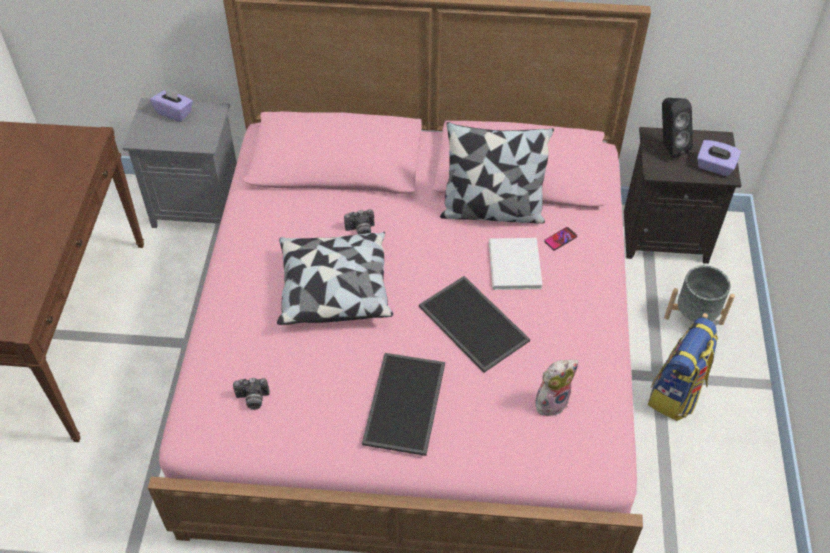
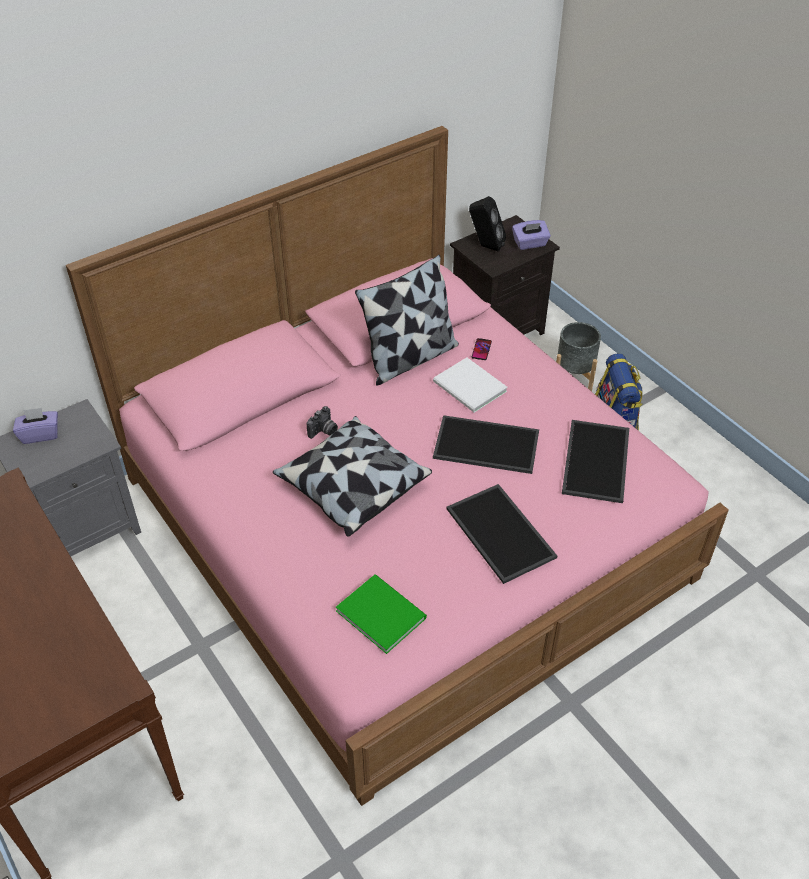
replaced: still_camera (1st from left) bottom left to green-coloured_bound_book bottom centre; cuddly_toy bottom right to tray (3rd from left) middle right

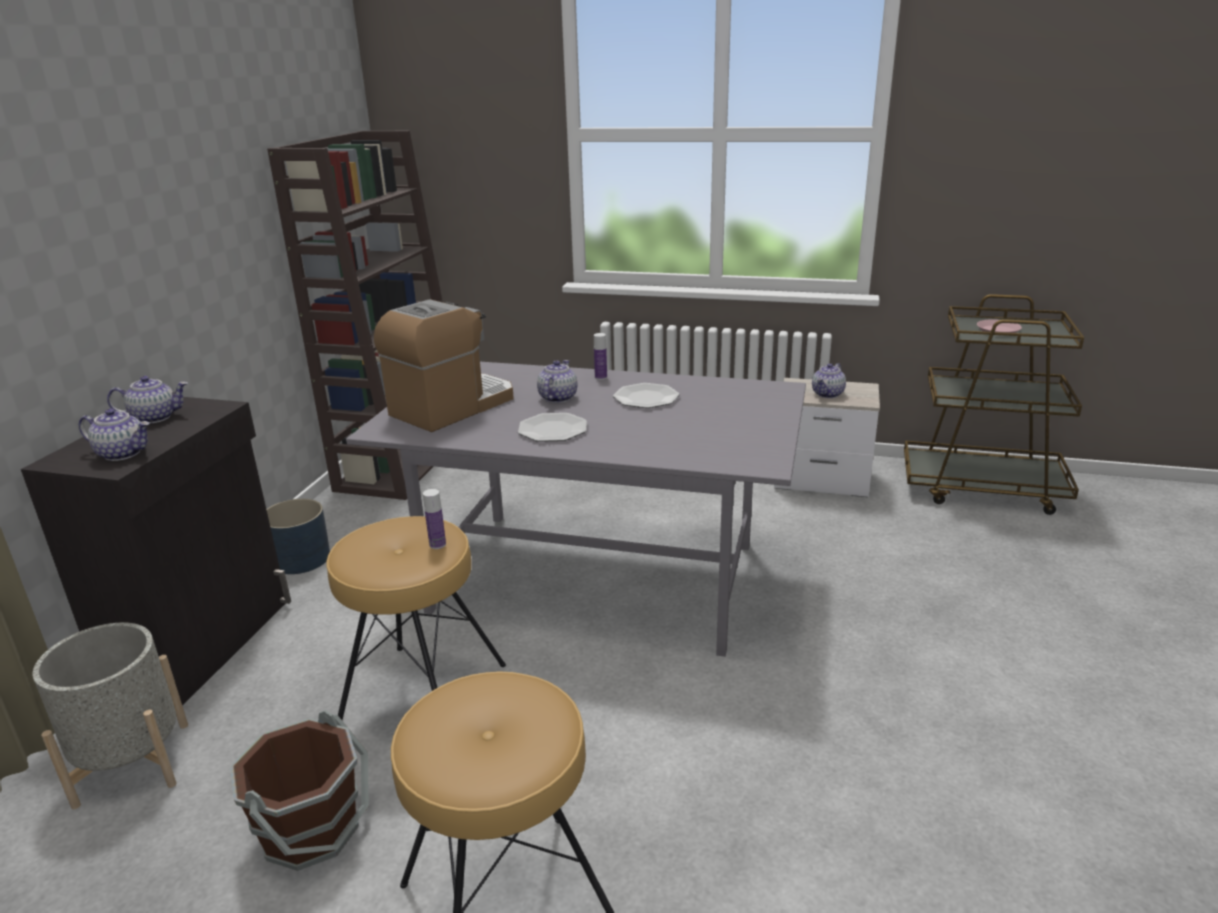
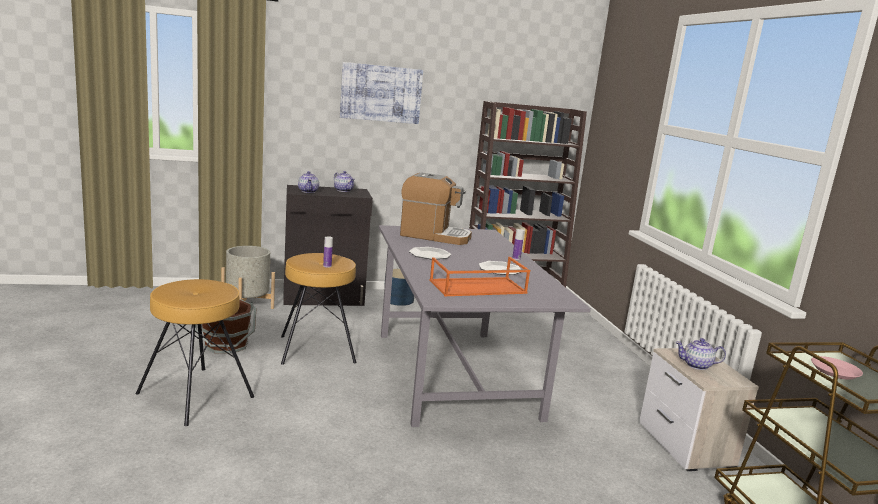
removed: pot_for_tea (3rd from left) centre
added: wall_art top centre; orange-coloured_tray centre

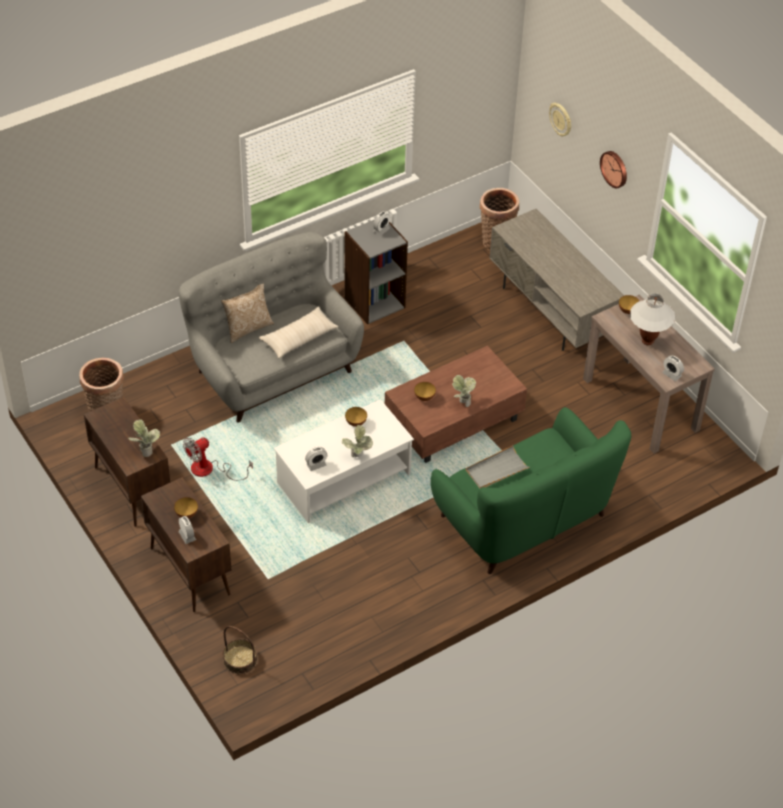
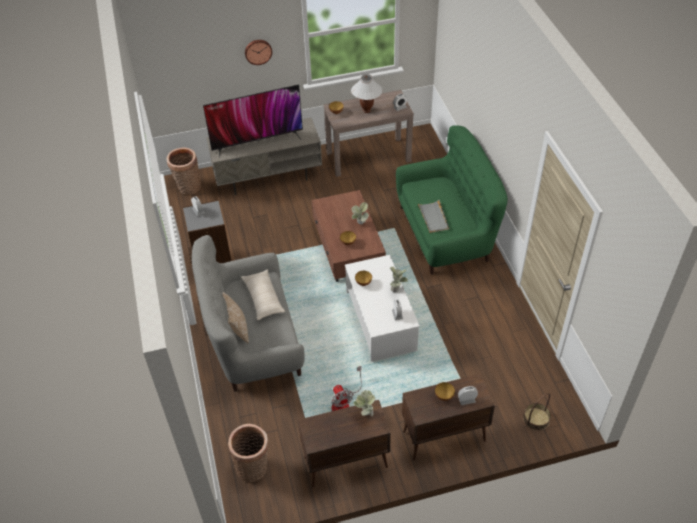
removed: clock_on_the_wall (1st from left) top right
added: television top centre

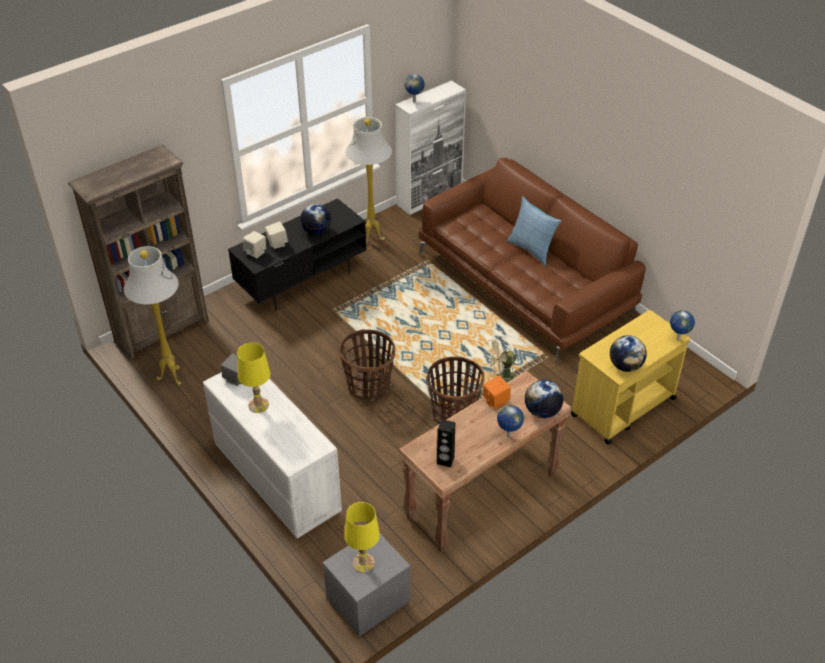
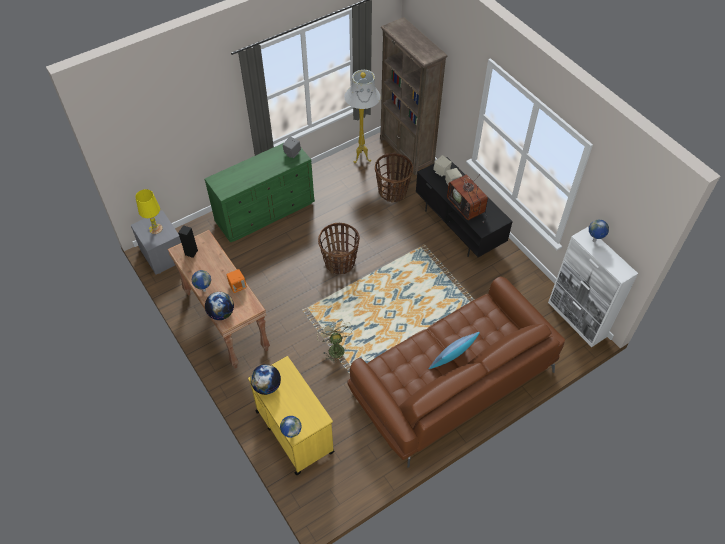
removed: yellow-coloured_lamp_for_a_table (1st from left) middle left; whitish_standing_lamp (2nd from left) top centre
moved: basket (2nd from left) centre to top centre
replaced: globe (1st from left) top centre to television centre
recoloured: whitish_dresser bottom left to green-coloured_dresser centre

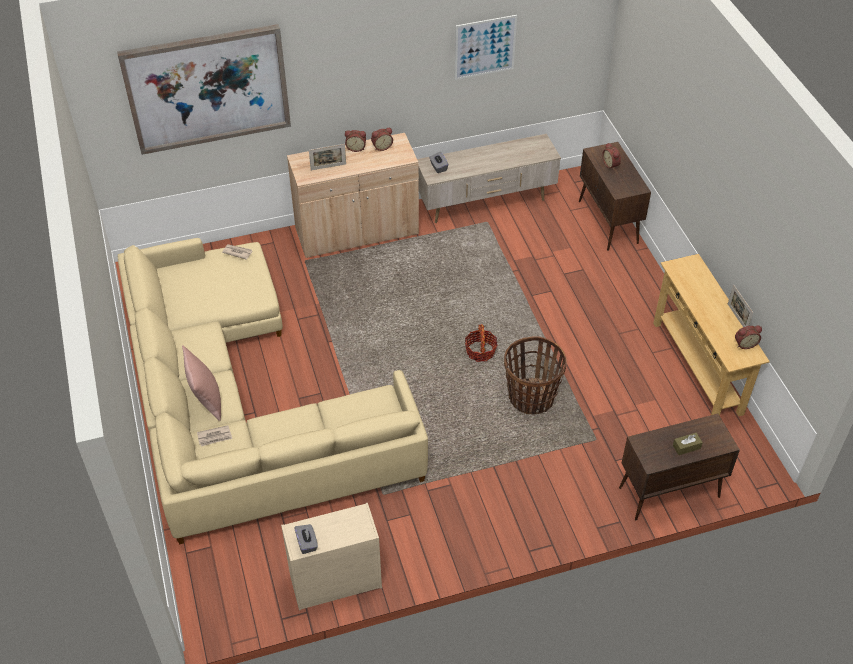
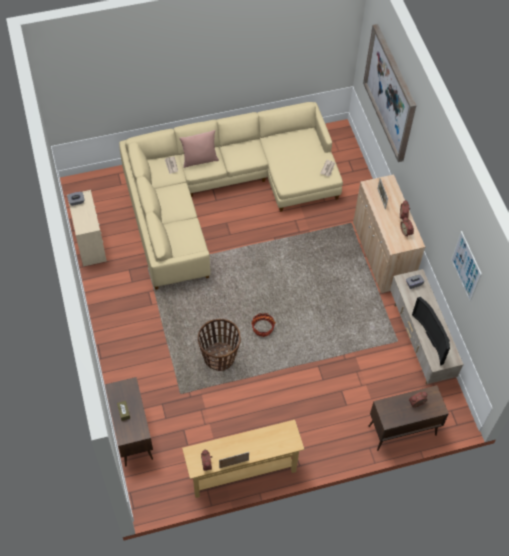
added: television middle right

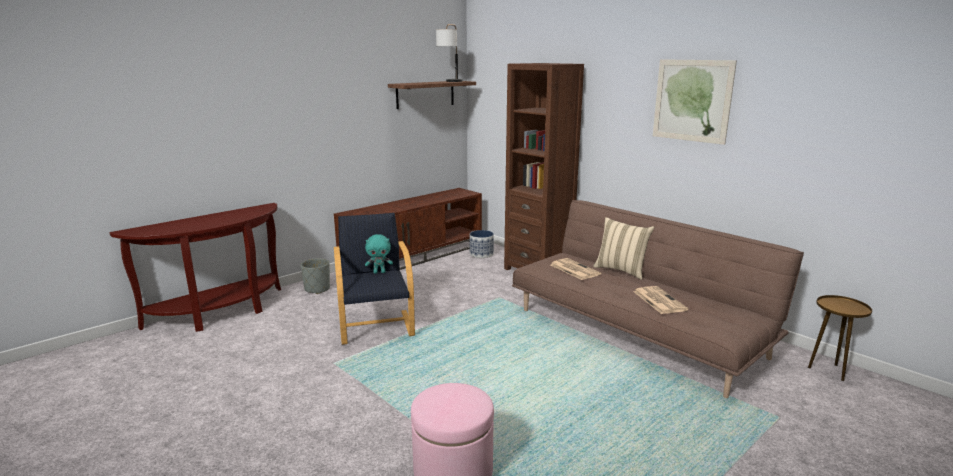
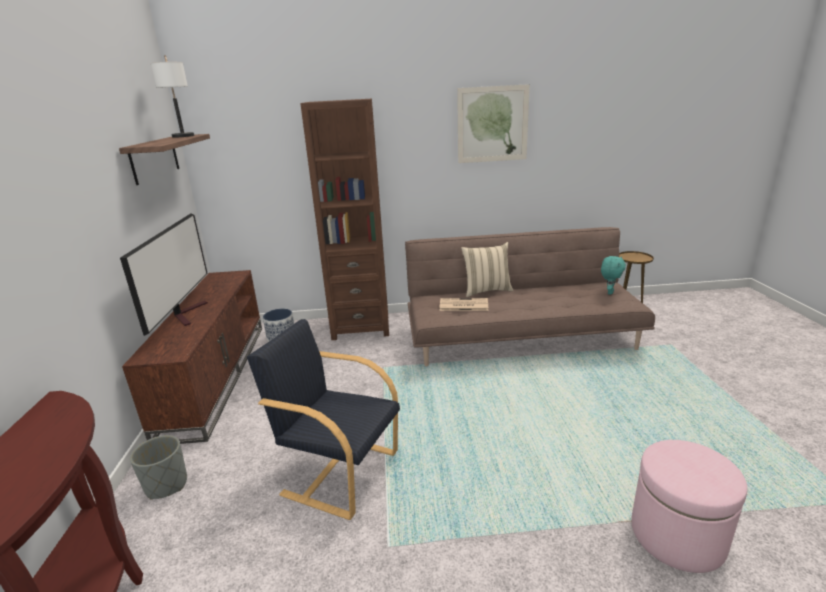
removed: daily_paper (2nd from left) middle right
added: television middle left
moved: turquoise_cuddly_toy centre to middle right

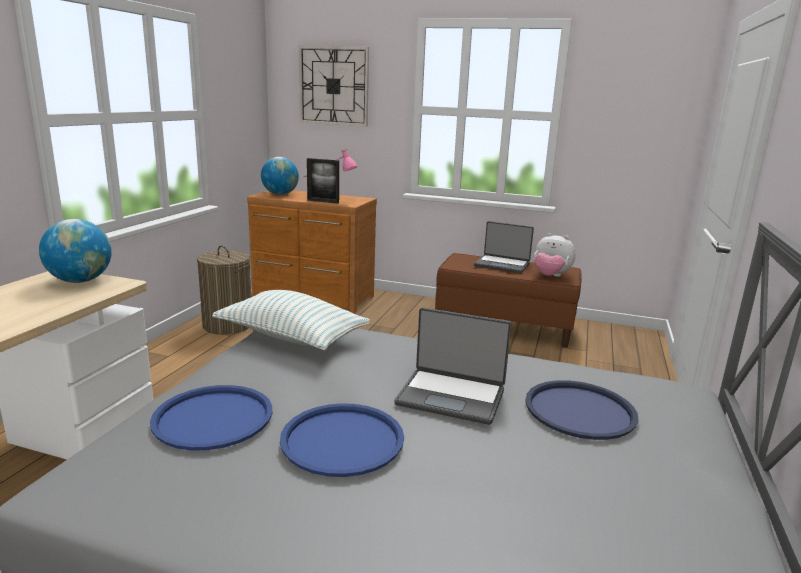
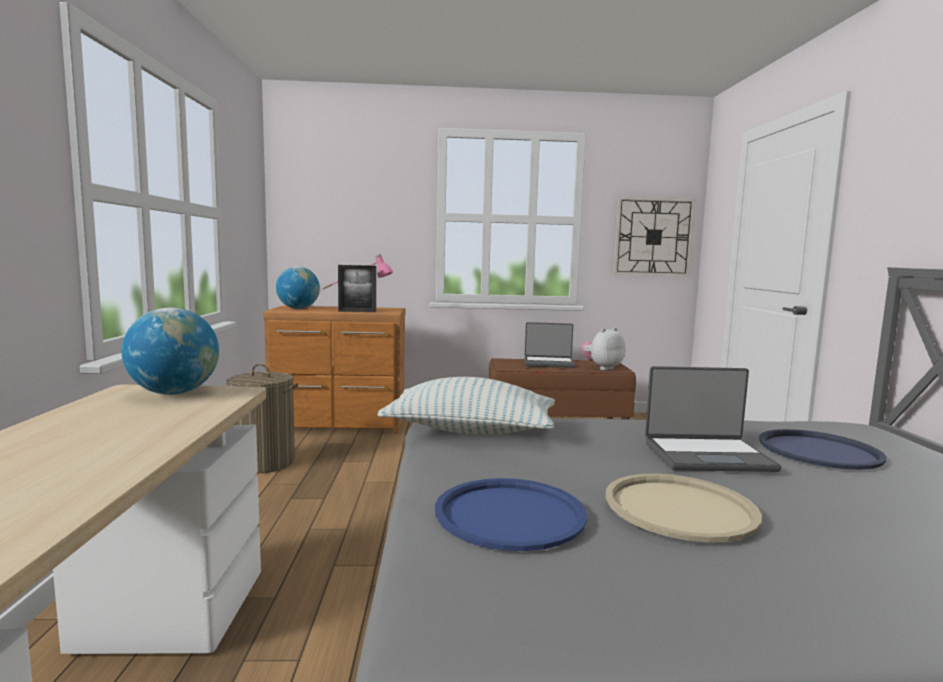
moved: clock_on_the_wall top centre to middle right
recoloured: blue_tray (2nd from left) bottom centre to beige_tray bottom right
turned: cuddly_toy middle right = centre 135 degrees clockwise

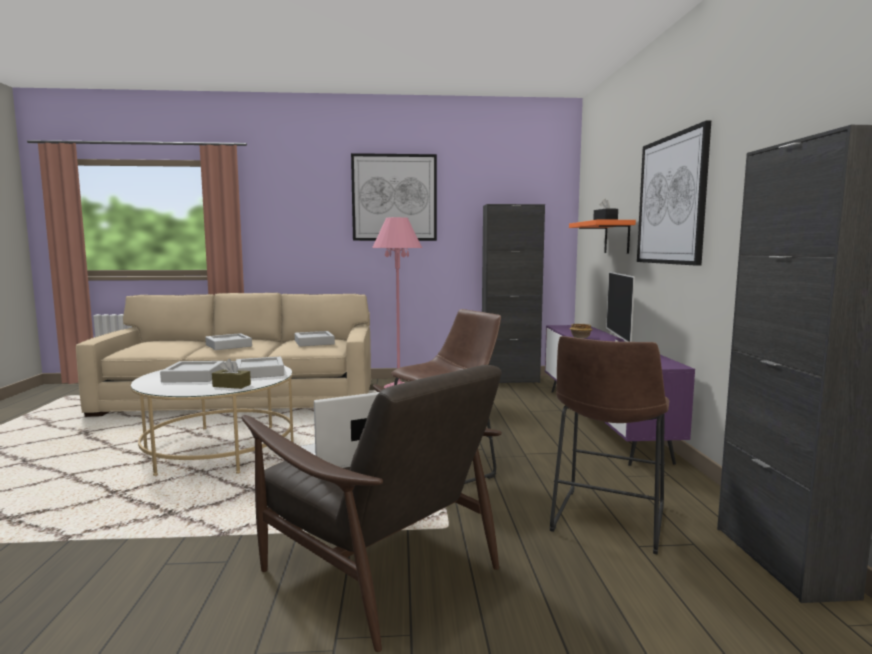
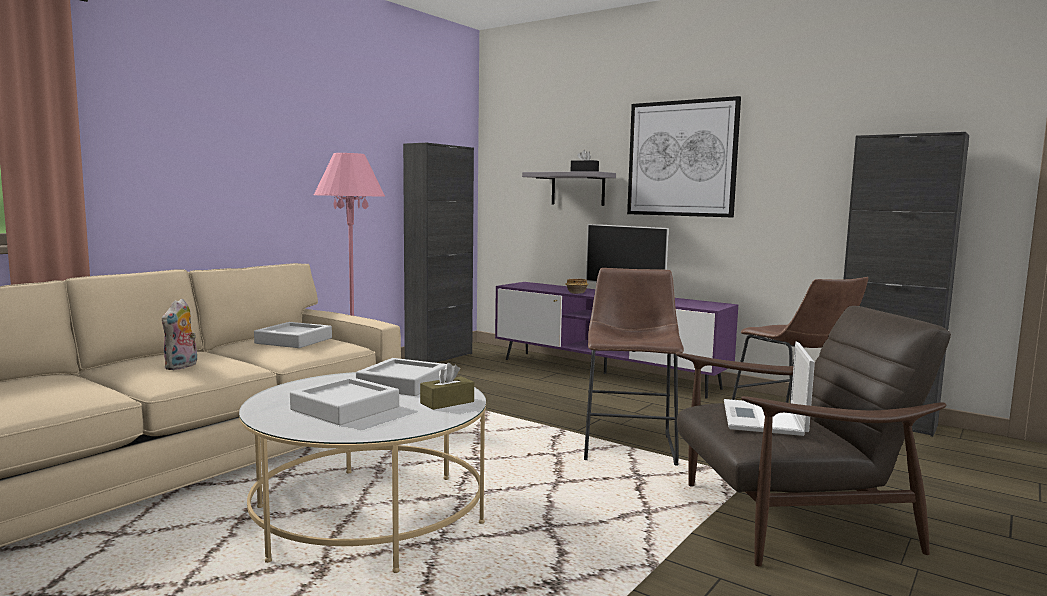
removed: wall_art (1st from left) top centre
replaced: grey_tray (2nd from left) middle left to cuddly_toy middle left
recoloured: orange-coloured_shelf middle right to grey_shelf top centre

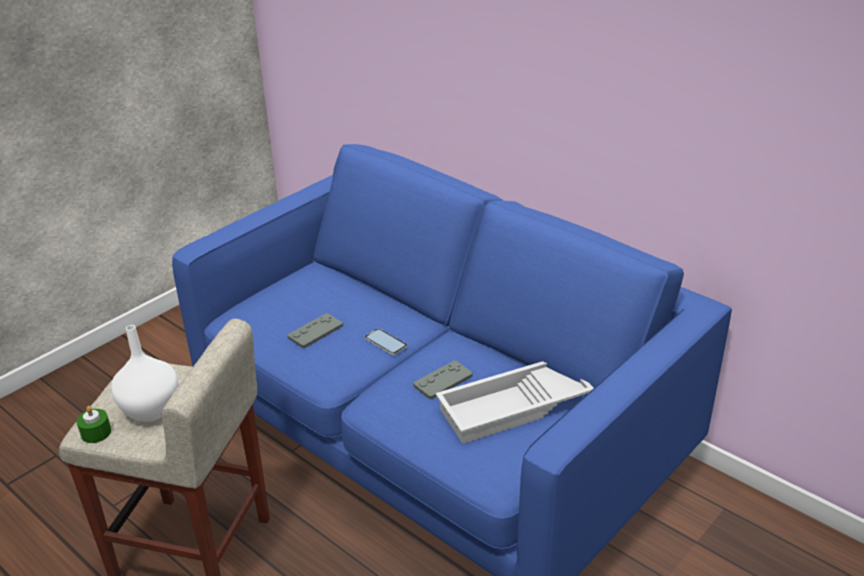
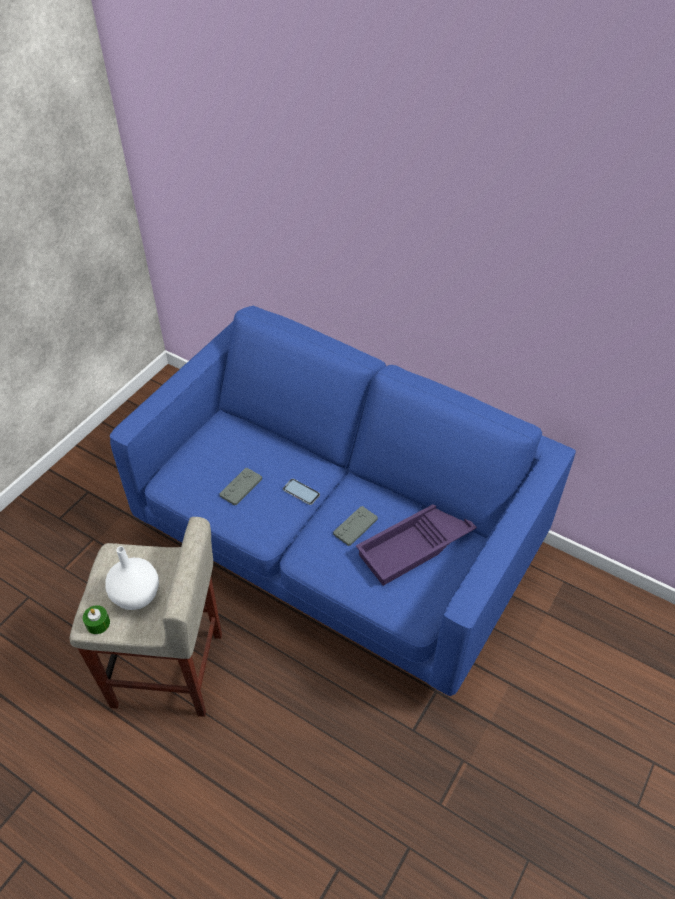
recoloured: whitish_tray bottom centre to purplish_tray centre

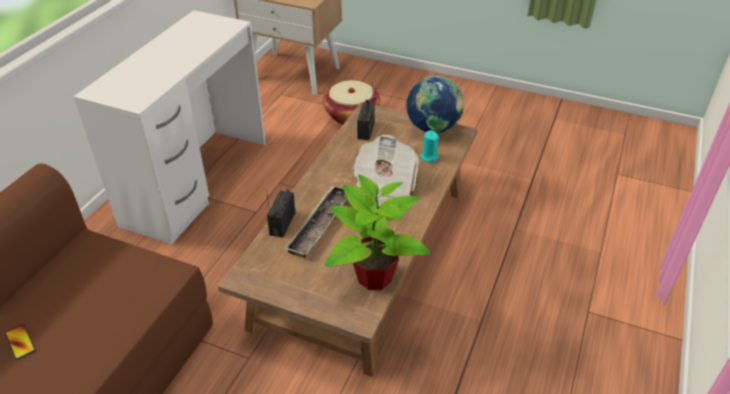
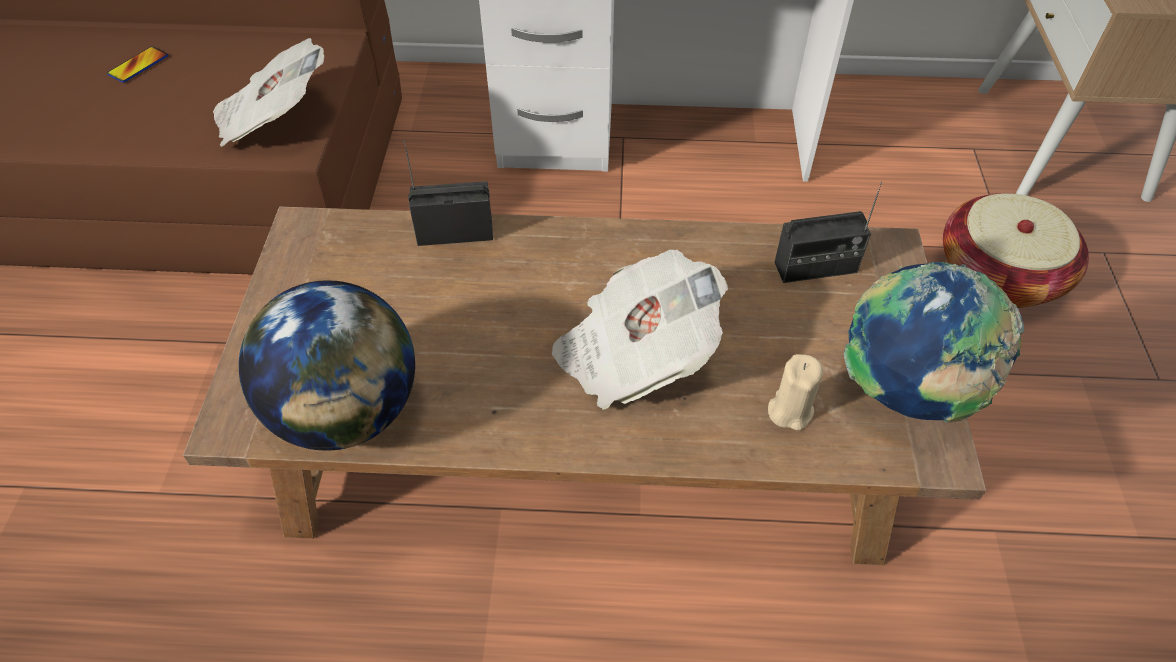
removed: tray centre
added: daily_paper (1st from left) top left
replaced: plant_in_a_pot centre to globe (1st from left) middle left
recoloured: turquoise_candle centre to beige_candle middle right

